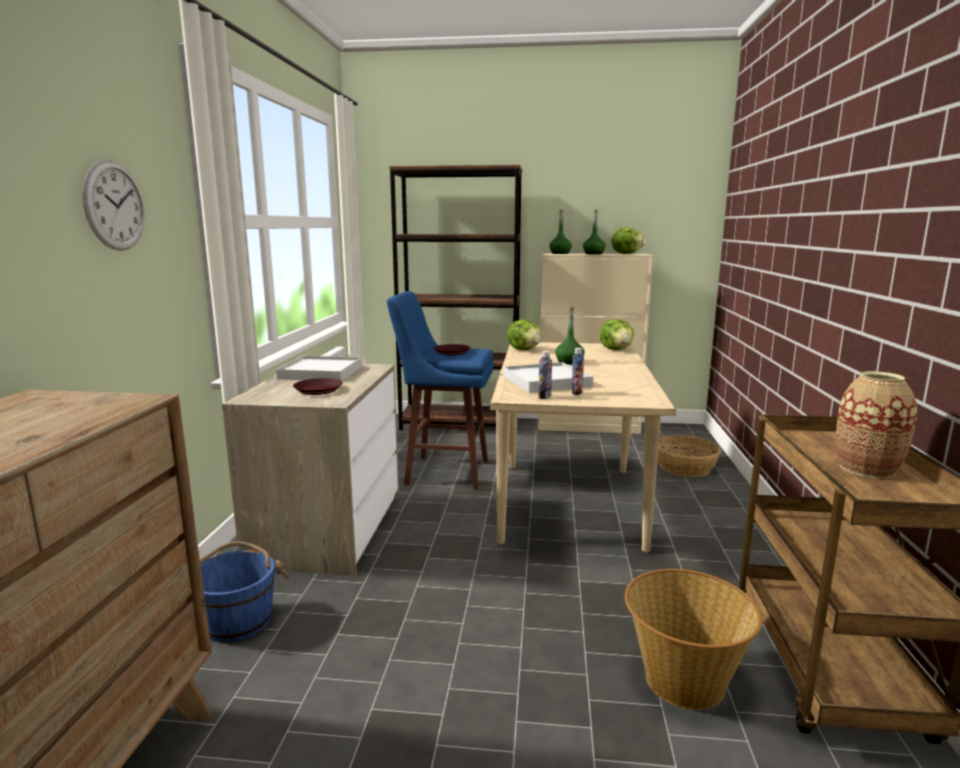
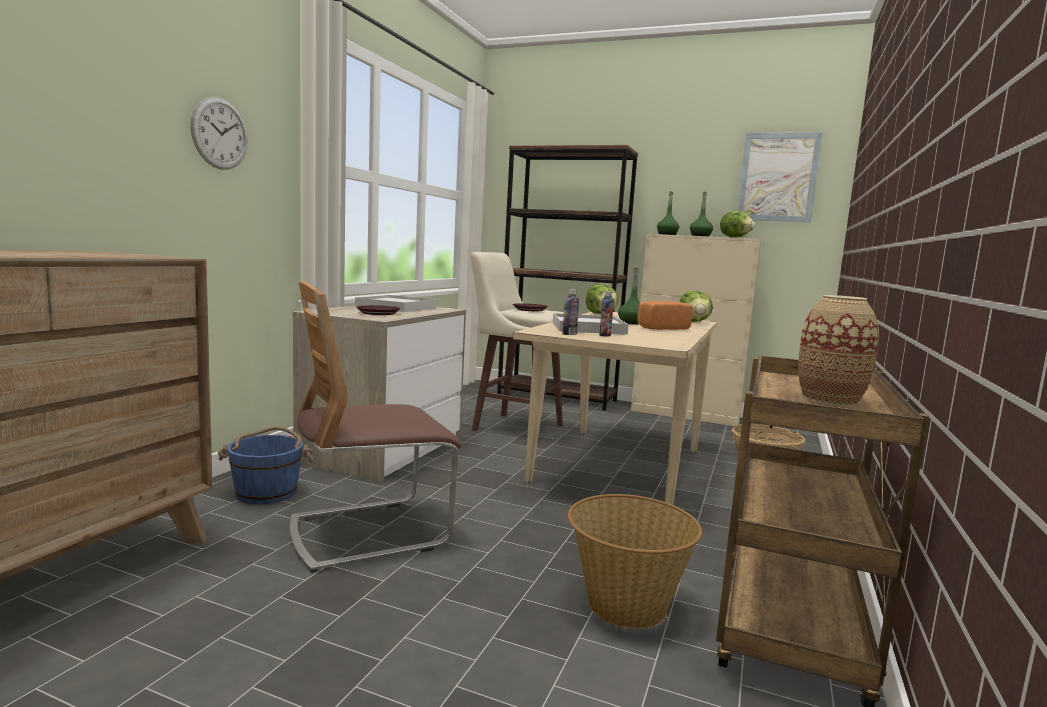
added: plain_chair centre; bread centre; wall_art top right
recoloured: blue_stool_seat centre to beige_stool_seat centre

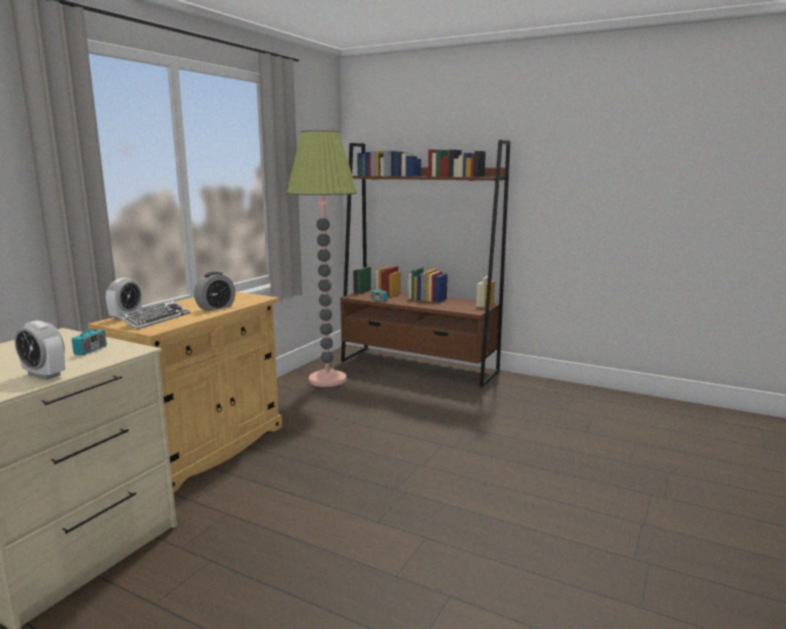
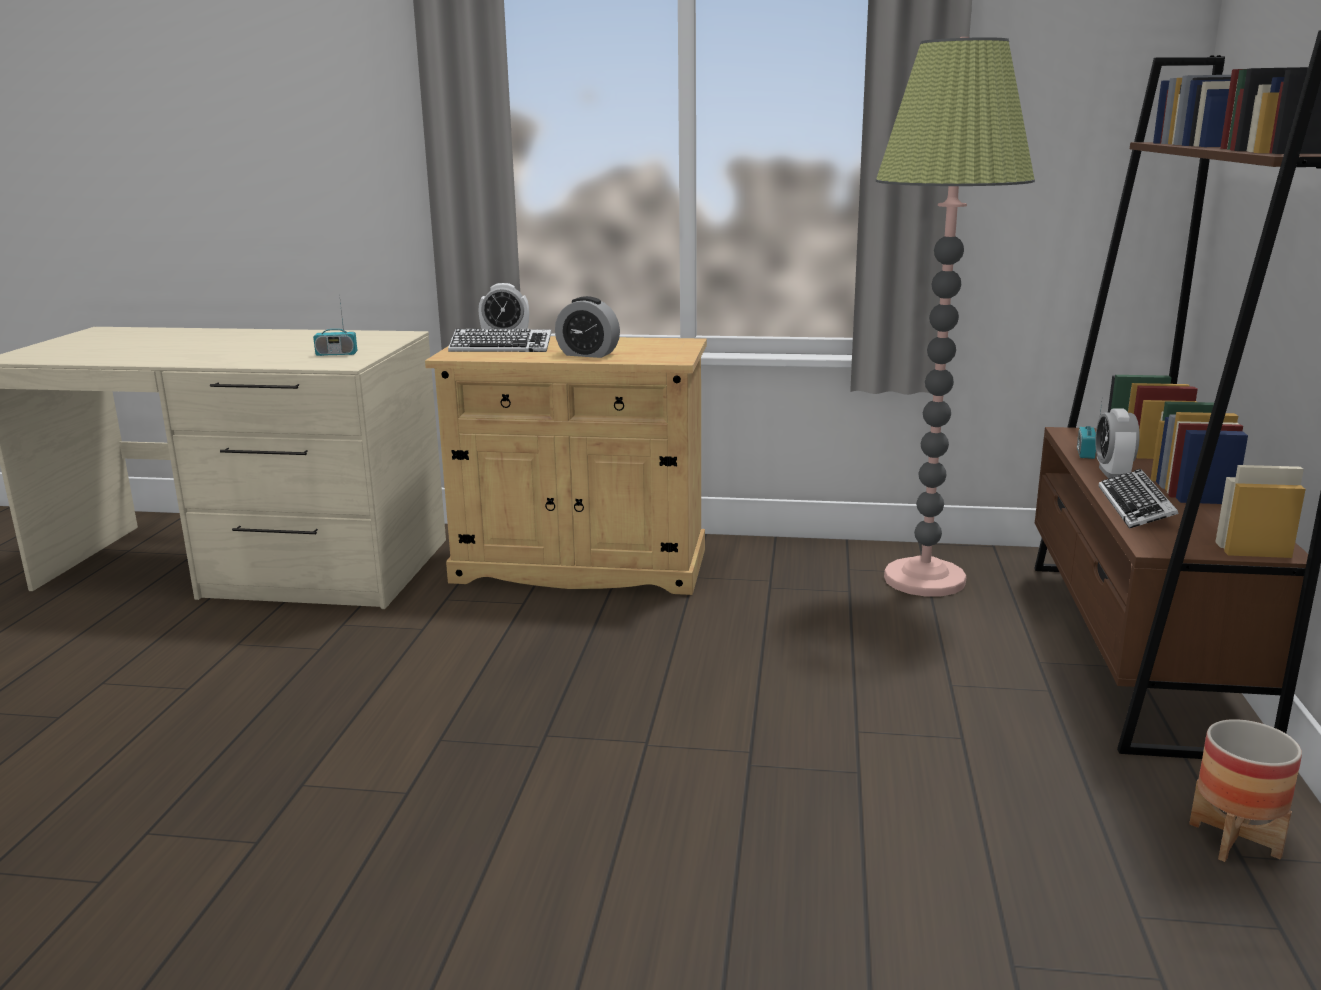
added: computer_keyboard (2nd from left) middle right; plant_pot bottom right
moved: table_clock (1st from left in the first image) middle left to table_clock (3rd from left) middle right

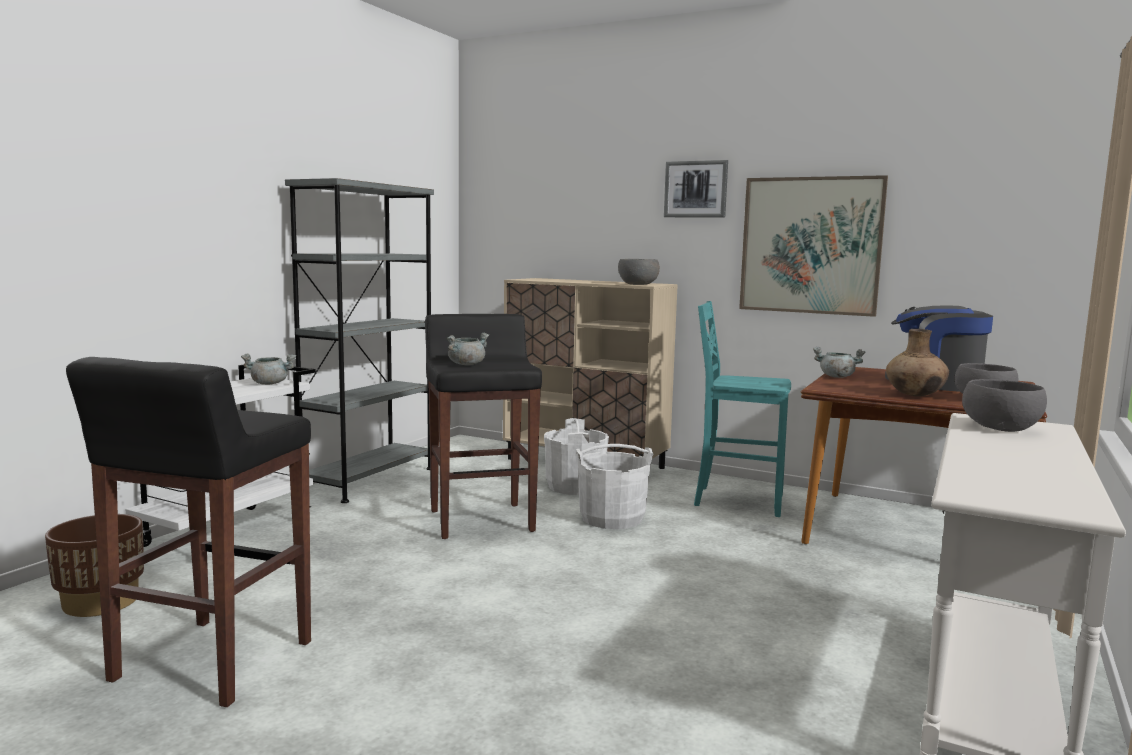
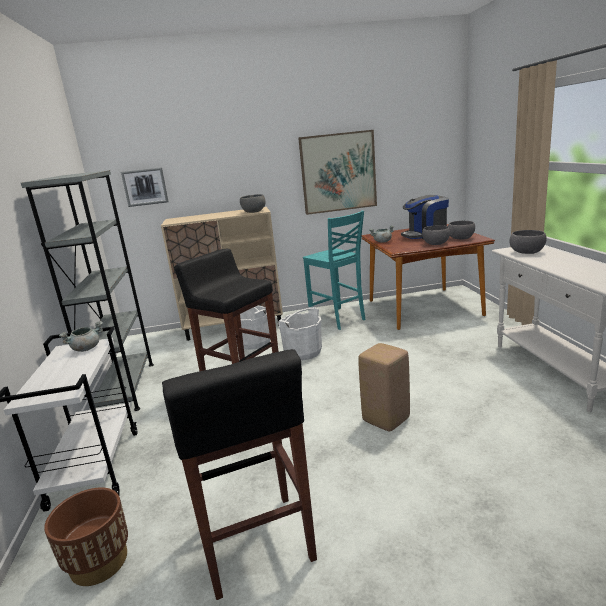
removed: grey_stockpot (2nd from left) centre
added: beige_stool_seat centre
moved: wall_art (1st from left) top centre to top left
replaced: brown-coloured_decorative_vase middle right to grey_serving_bowl (2nd from left) middle right
turned: turquoise_plain_chair centre = centre 105 degrees counterclockwise

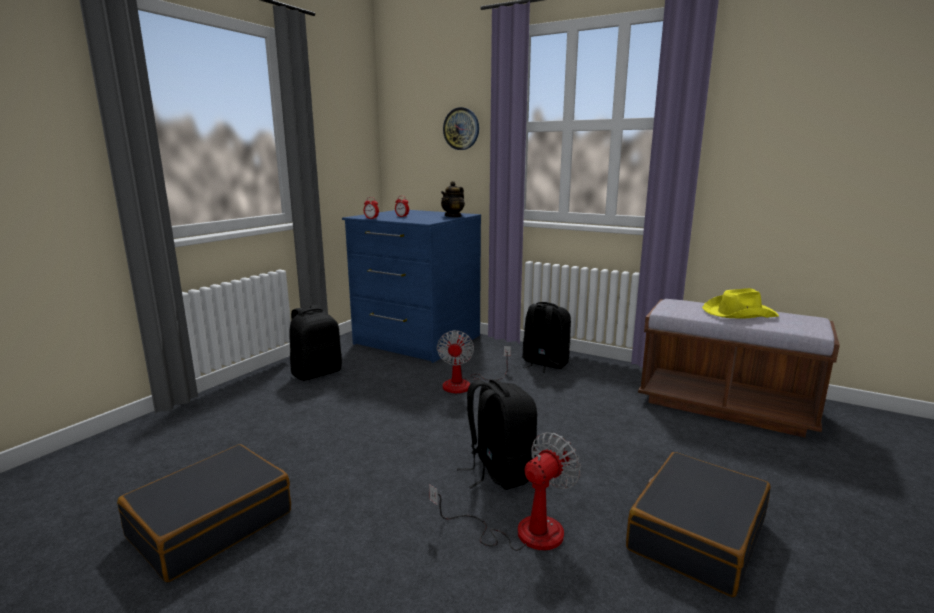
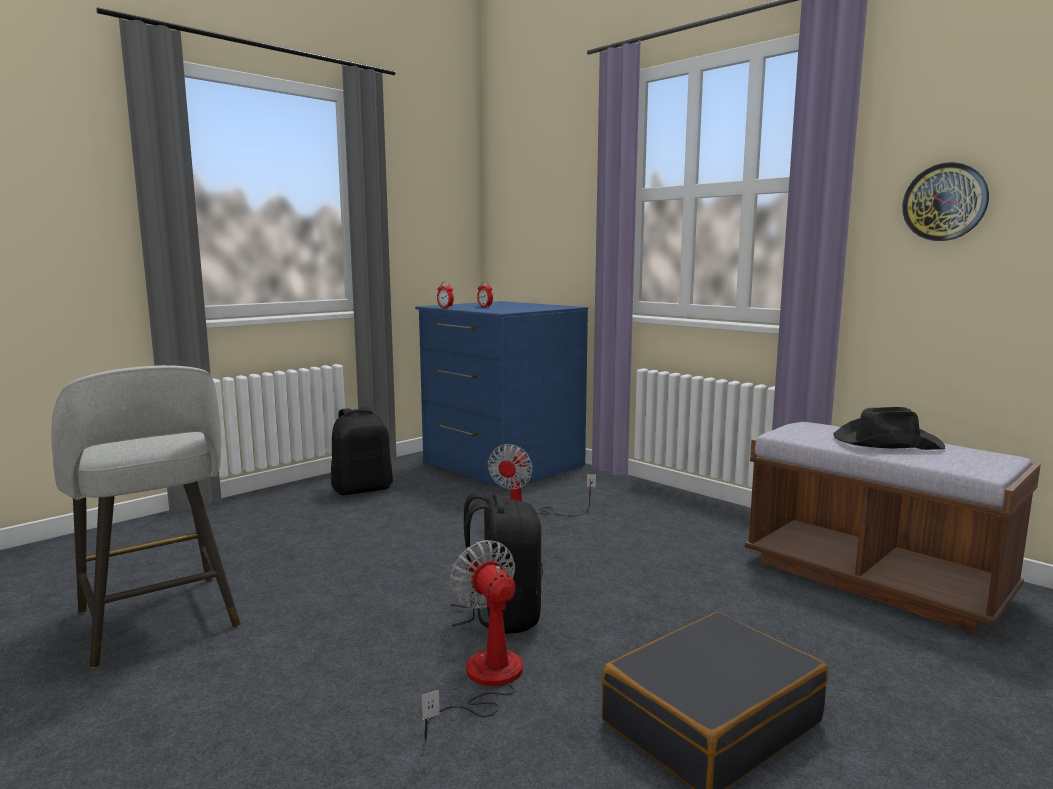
removed: pot_for_tea top centre; black_knapsack (3rd from left) centre
moved: clock_on_the_wall top centre to top right
replaced: black_piece_of_luggage (1st from left) bottom left to grey_stool_seat middle left
recoloured: yellow-coloured_wearable_hat middle right to black_wearable_hat middle right
turned: electric_fan (2nd from left in the first image) bottom centre = bottom centre 90 degrees counterclockwise

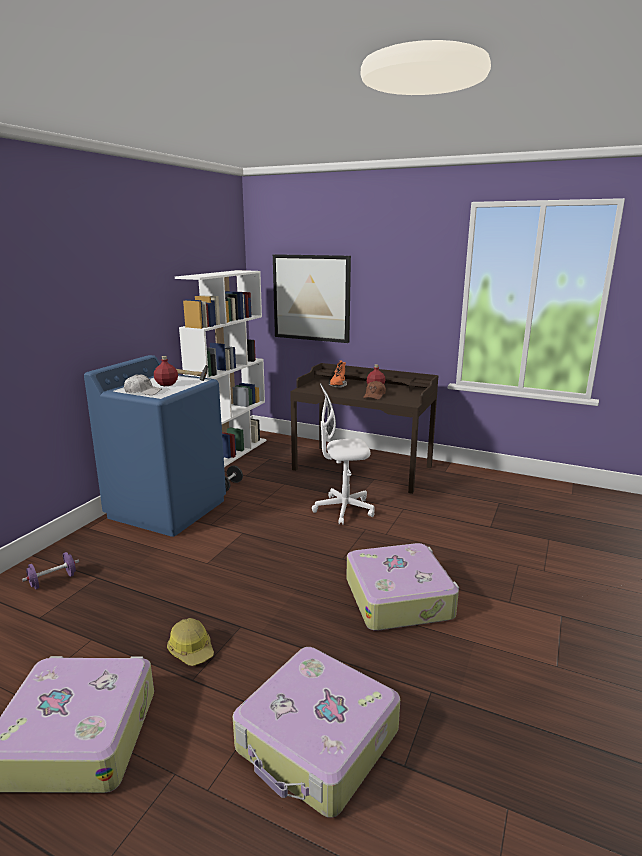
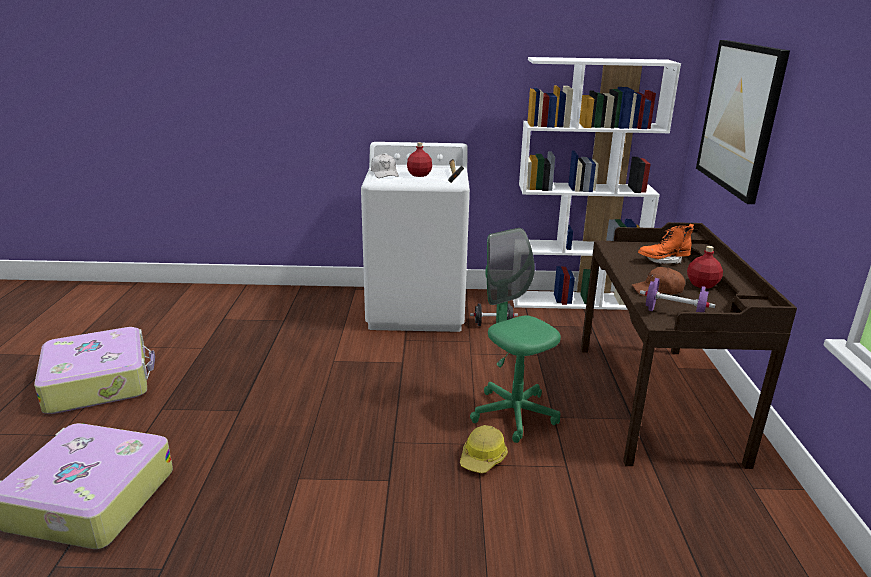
removed: piece_of_luggage (3rd from left) bottom centre
moved: safety_helmet bottom left to bottom centre; purplish_hand_weight middle left to middle right
recoloured: blue_washing_machine middle left to whitish_washing_machine centre; whitish_office_chair centre to green-coloured_office_chair centre

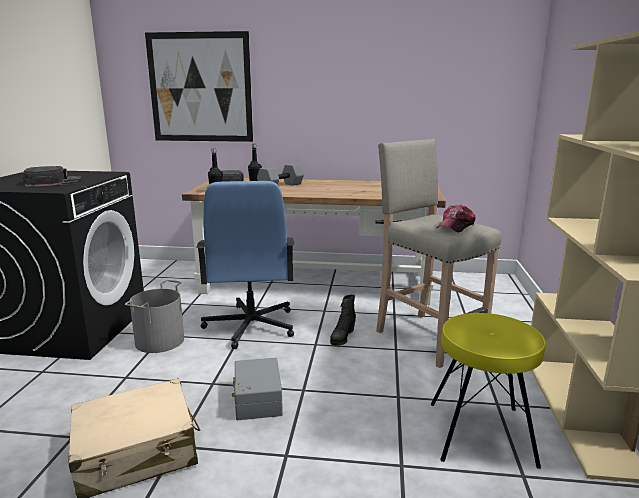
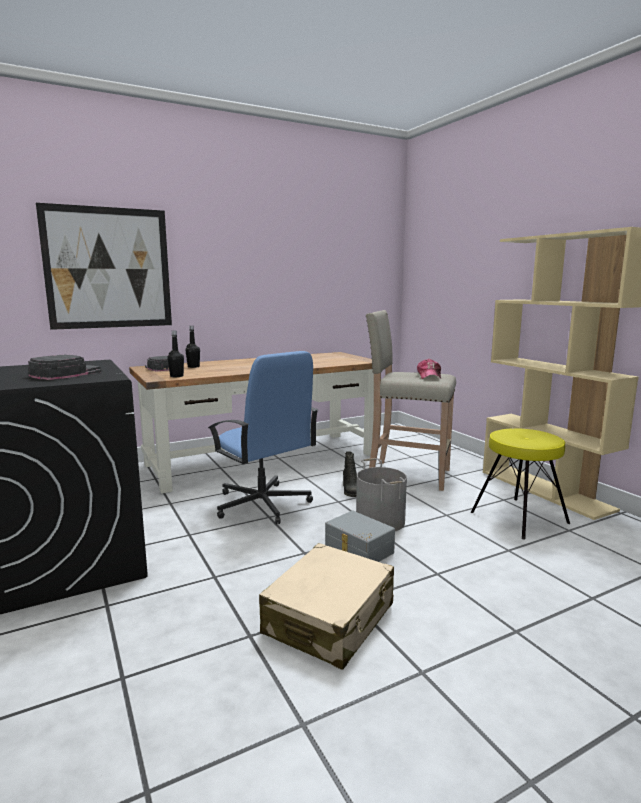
removed: grey_hand_weight centre
moved: grey_water_bucket middle left to centre

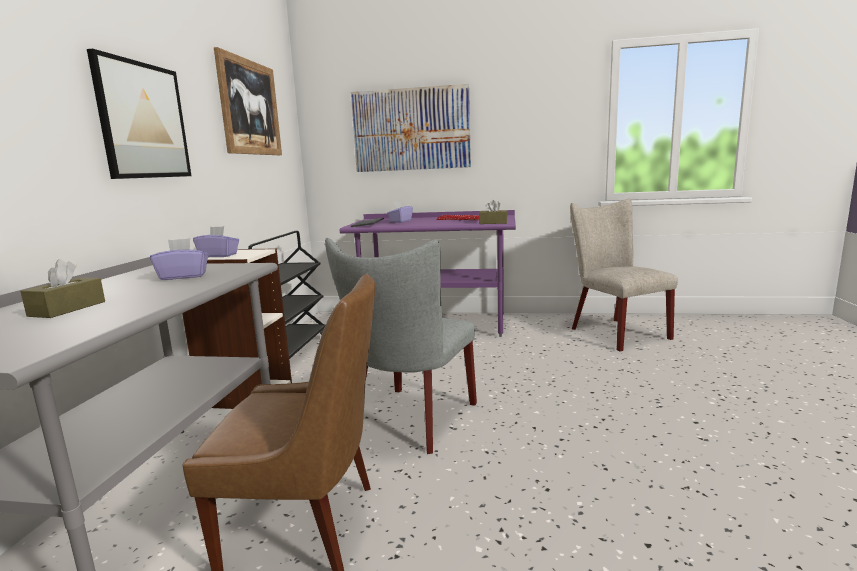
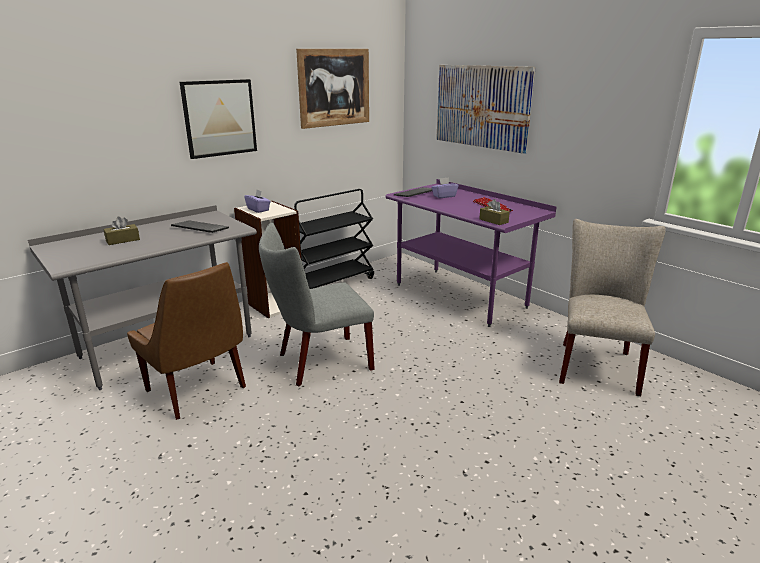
replaced: purplish_tissue_box (1st from left) middle left to computer_keyboard (1st from left) middle left

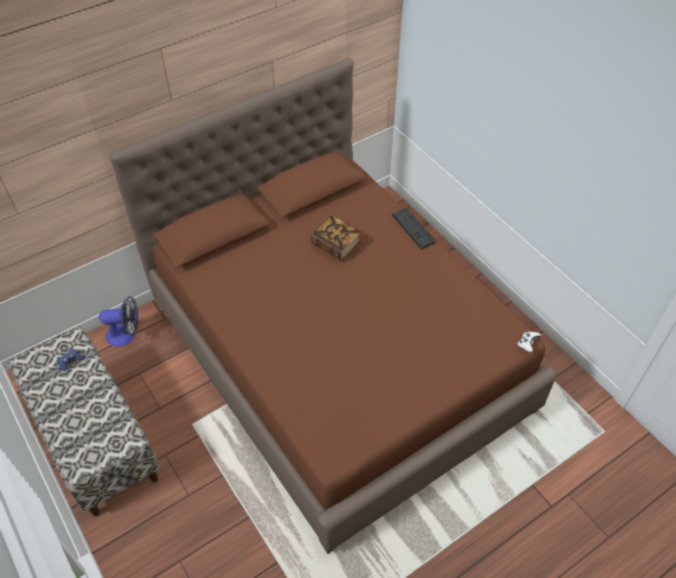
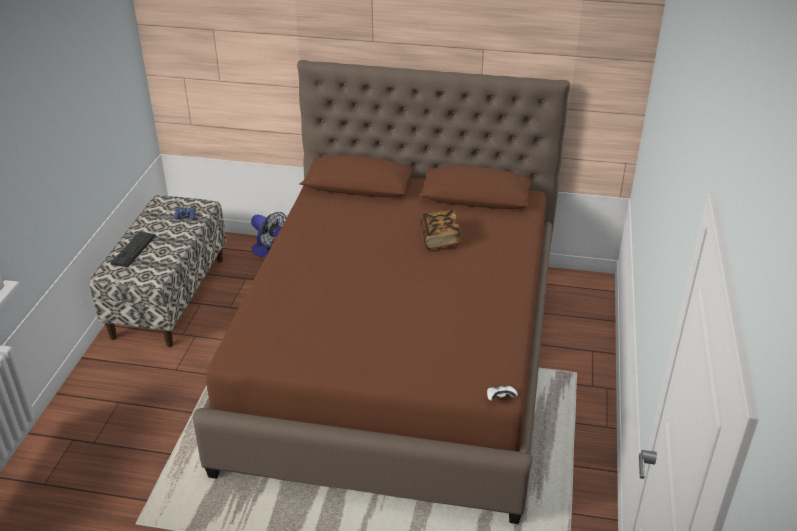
moved: computer_keyboard centre to middle left

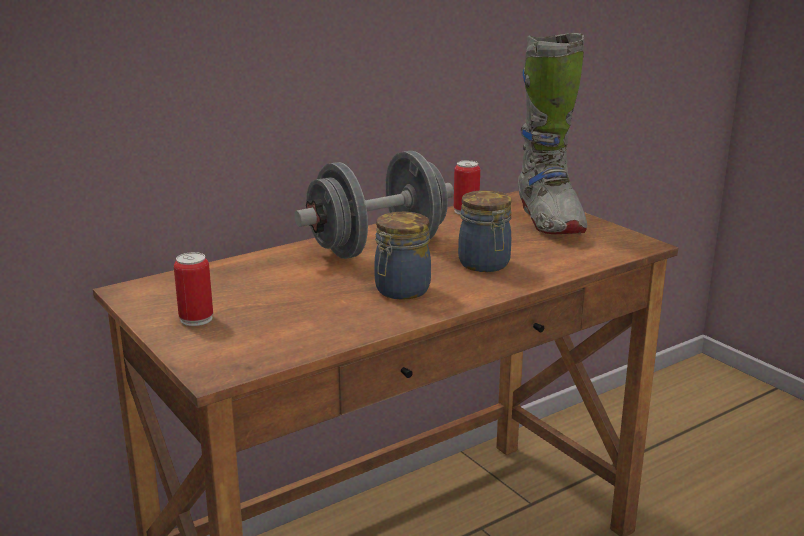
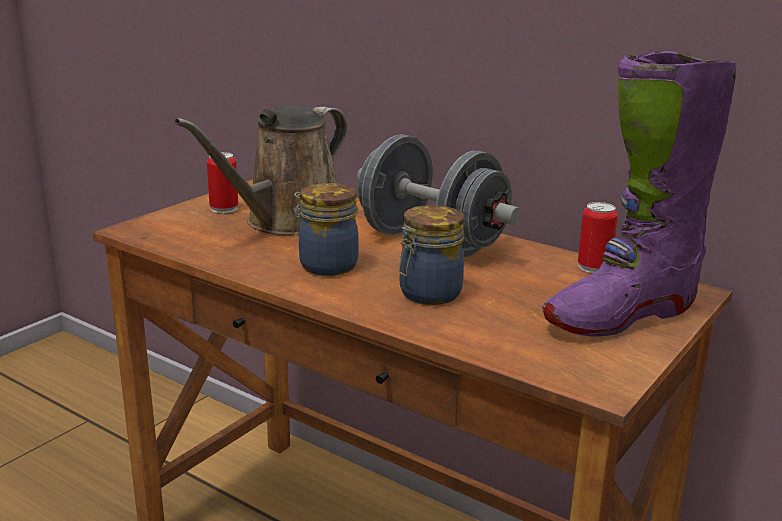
added: brown-coloured_watering_pot top left
recoloured: grey_high-top_boot top right to purplish_high-top_boot middle right

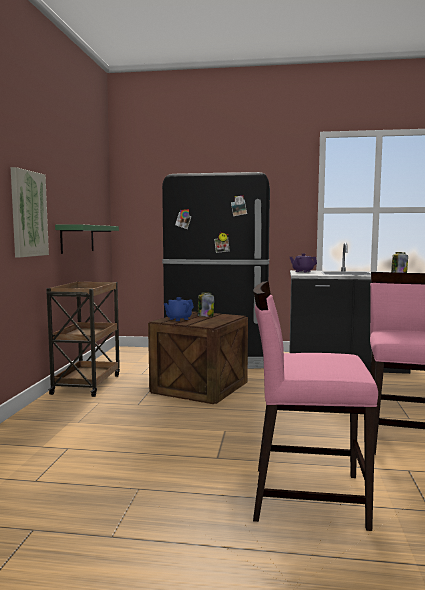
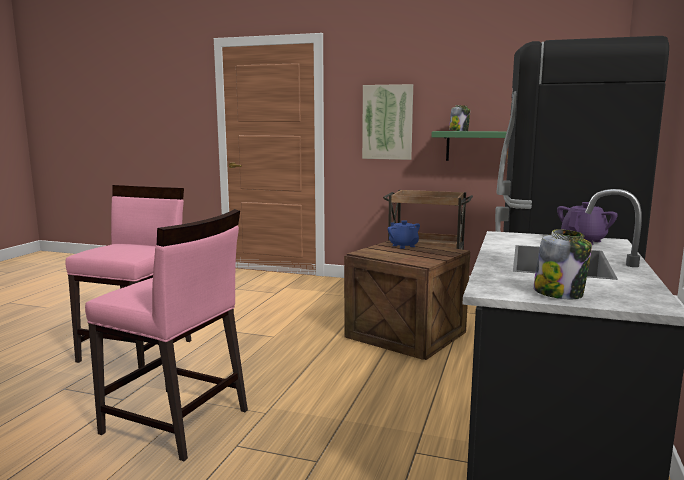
moved: jar (1st from left) centre to top right

